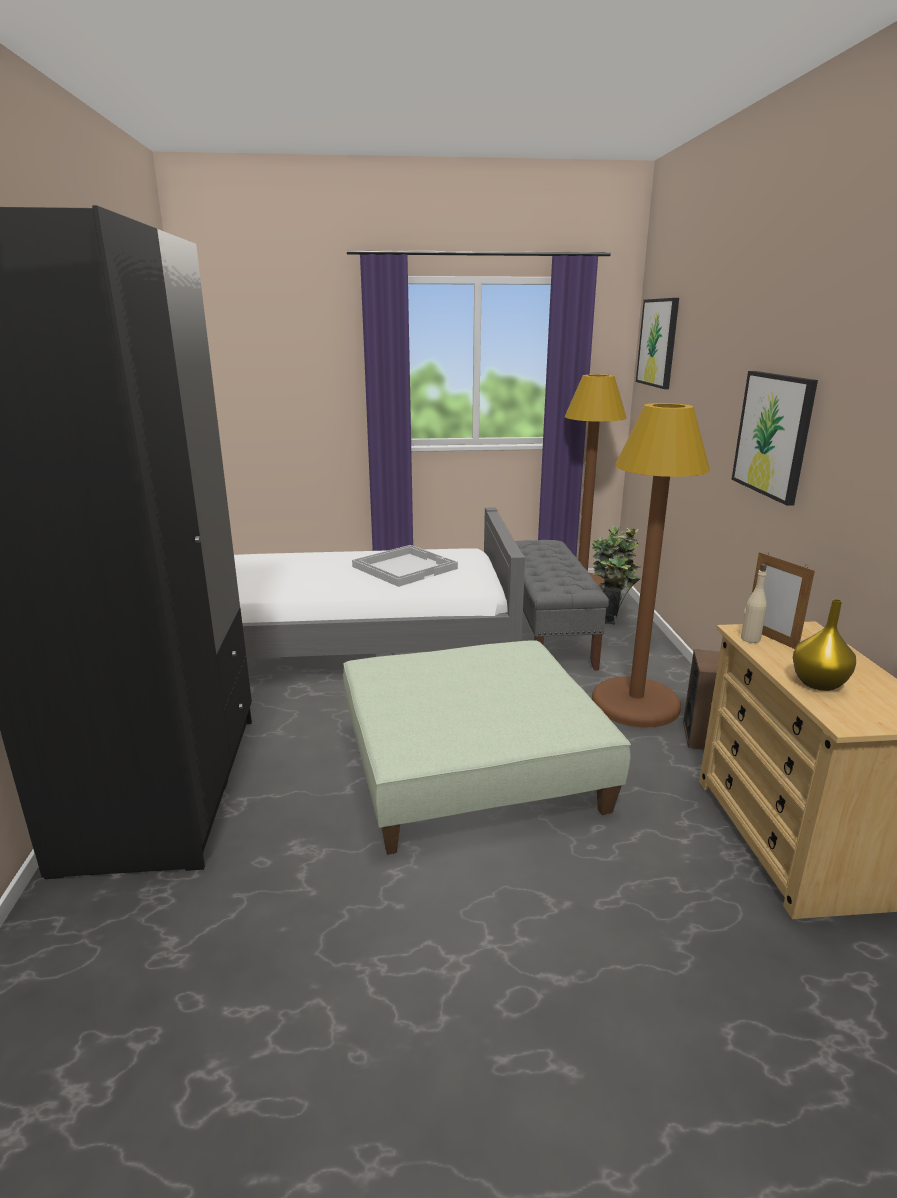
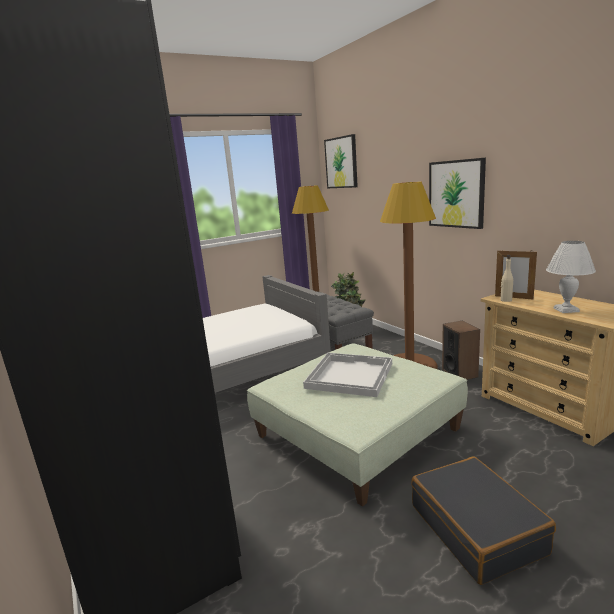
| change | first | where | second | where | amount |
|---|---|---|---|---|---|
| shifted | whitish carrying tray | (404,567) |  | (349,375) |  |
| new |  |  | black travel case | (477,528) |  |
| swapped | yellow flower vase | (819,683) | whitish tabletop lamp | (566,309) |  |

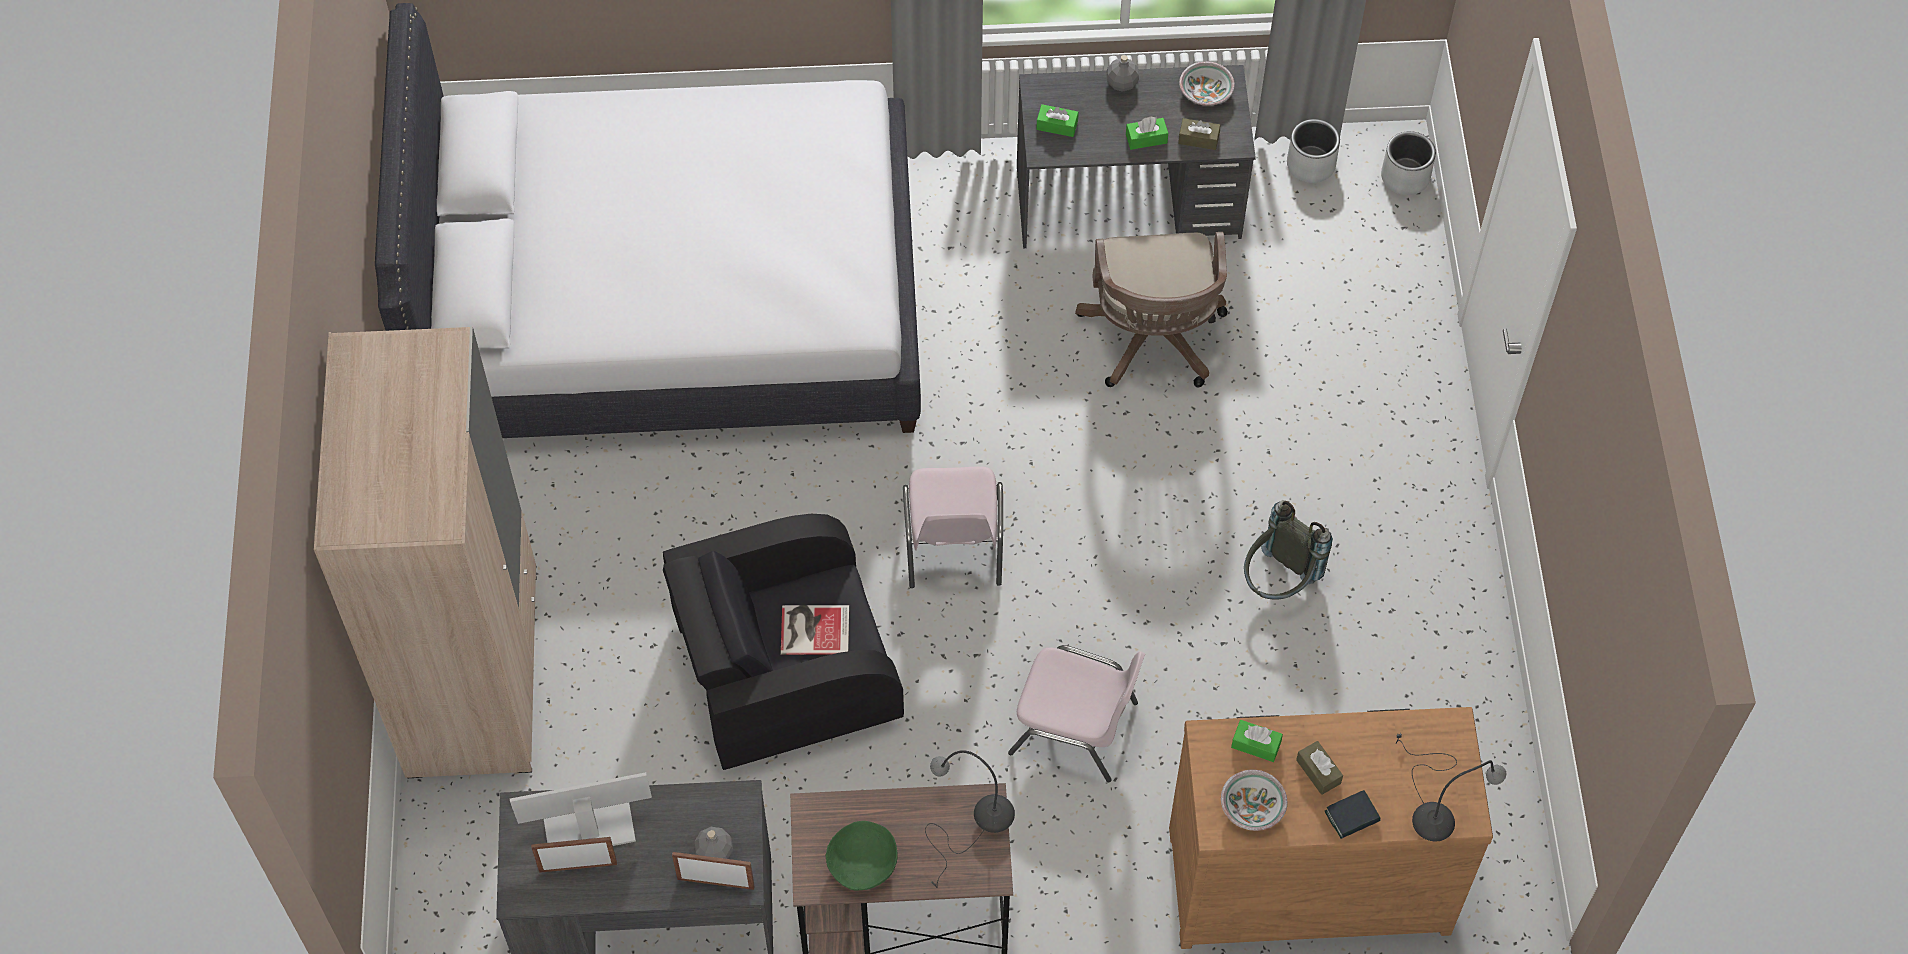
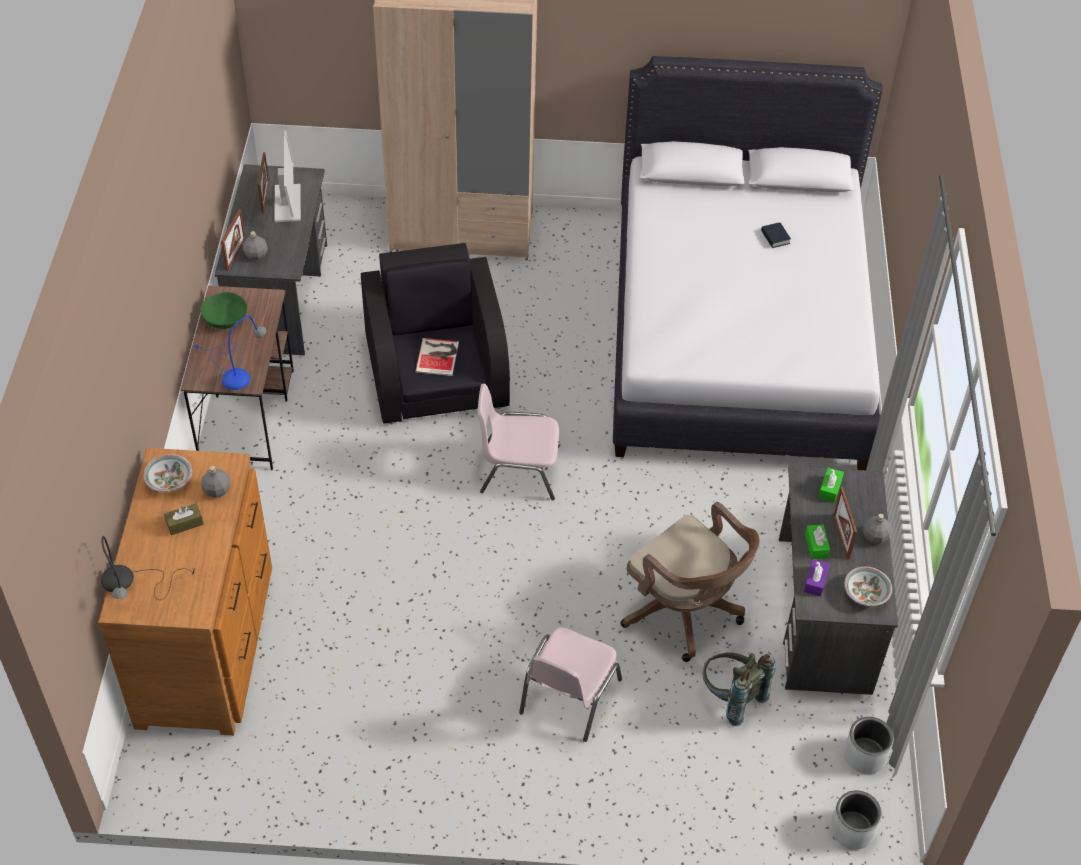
| change | first | where | second | where | amount |
|---|---|---|---|---|---|
| repainted | greyish tabletop lamp | (970,825) | bluish tabletop lamp | (236,373) |  |
| swapped | green box of tissues | (1256,745) | greyish drink bottle | (217,490) |  |
| shifted | pinkish upright chair | (1076,728) |  | (568,697) |  |
| rotated | brown-coloured computer chair | (1153,341) |  | (685,613) | 135 degrees counterclockwise |
| shifted | greyish rucksack | (1278,583) |  | (730,698) |  |
| shifted | book | (1352,817) |  | (775,238) |  |
| repainted | brown-coloured box of tissues | (1198,139) | purple box of tissues | (815,581) |  |
| new |  |  | photo frame | (841,536) |  |

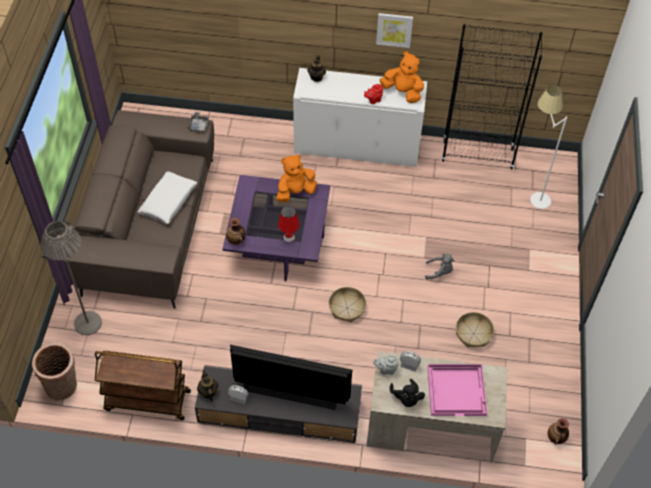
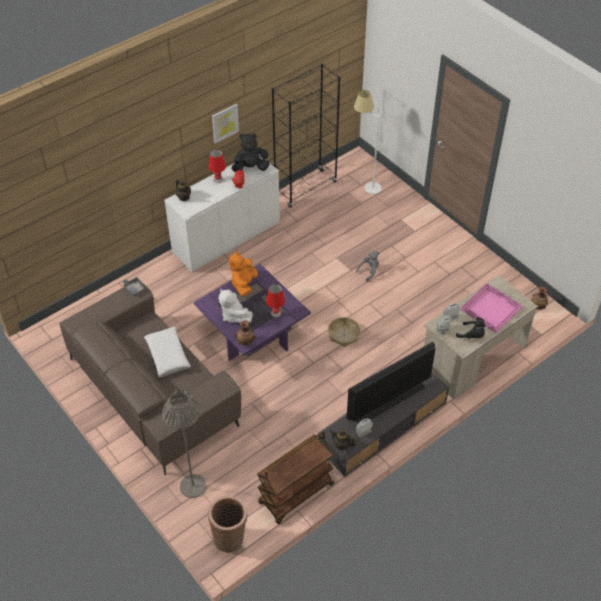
| change | first | where | second | where | amount |
|---|---|---|---|---|---|
| new |  |  | reddish tabletop lamp | (218,180) |  |
| new |  |  | whitish soft toy | (234,315) |  |
| repainted | orange-coloured soft toy | (403,92) | black soft toy | (250,168) |  |
| gone | storage basket | (473,333) |  |  |  |

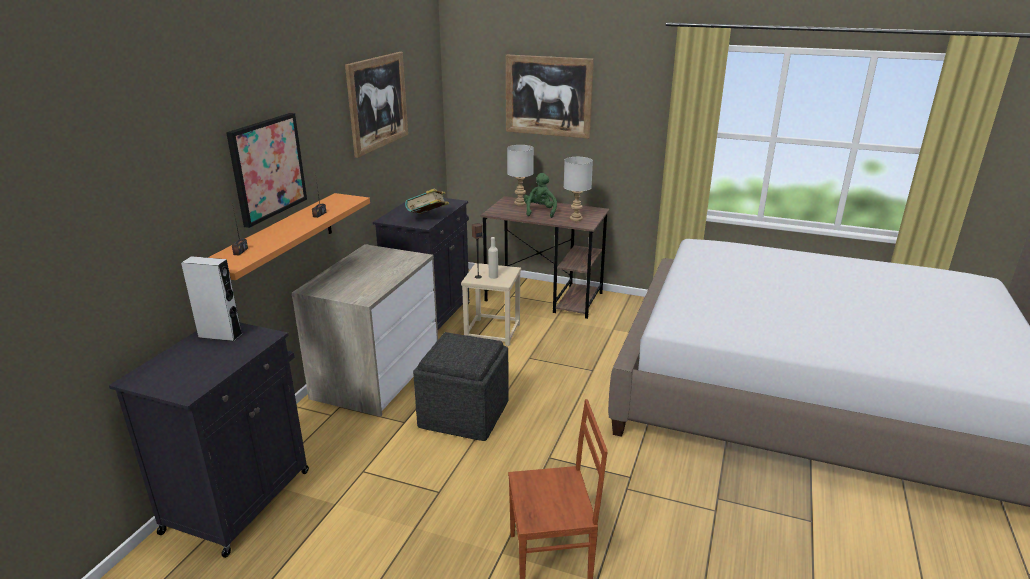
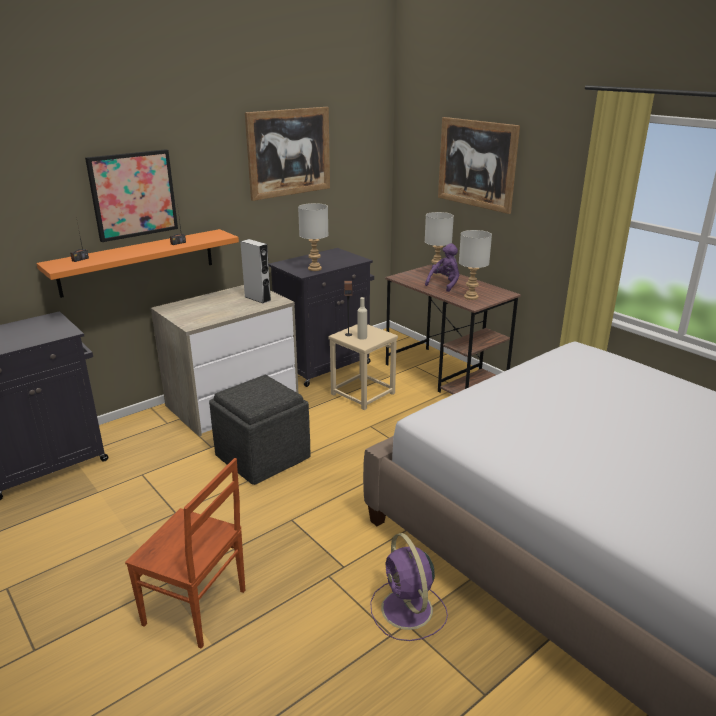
| change | first | where | second | where | amount |
|---|---|---|---|---|---|
| shifted | greyish audio speaker | (220,335) |  | (257,298) |  |
| swapped | book | (428,218) | greyish tabletop lamp | (315,269) |  |
| new |  |  | purple fan | (408,611) |  |
| repainted | green soft toy | (540,212) | purple soft toy | (444,284) |  |

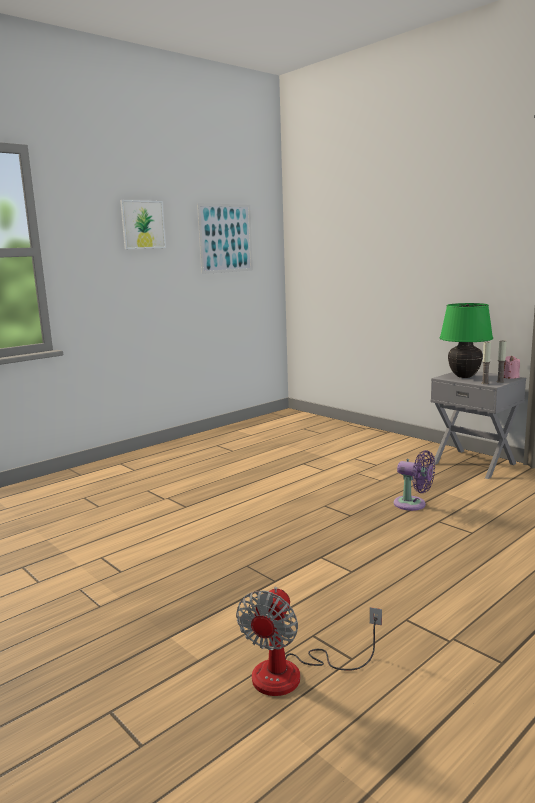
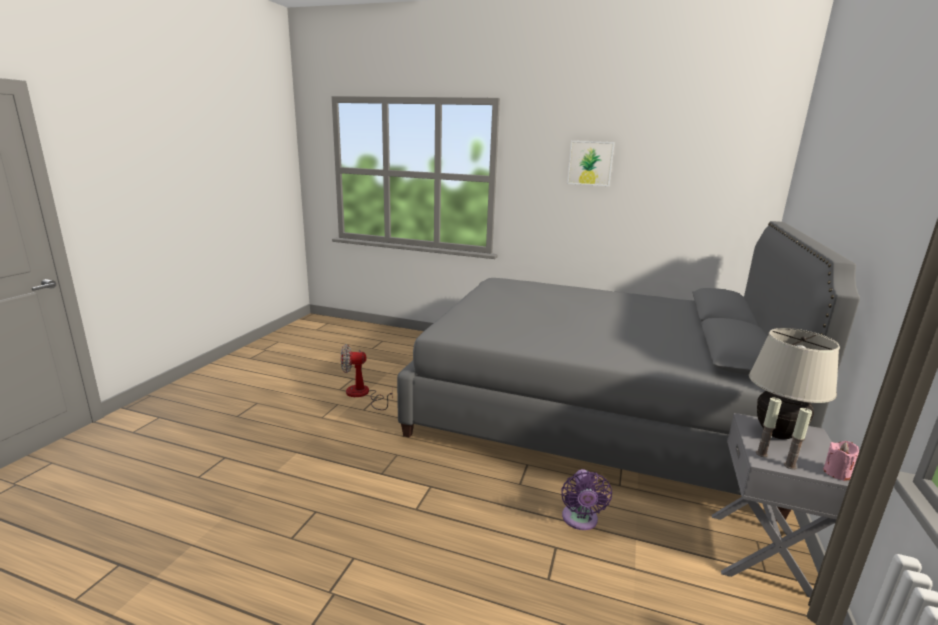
| change | first | where | second | where | amount |
|---|---|---|---|---|---|
| shifted | fan | (294,674) |  | (362,395) |  |
| new |  |  | greyish bedroom bed | (588,411) |  |
| repainted | green tabletop lamp | (464,376) | sand-coloured tabletop lamp | (777,434) |  |
| gone | wall picture | (226,238) |  |  |  |

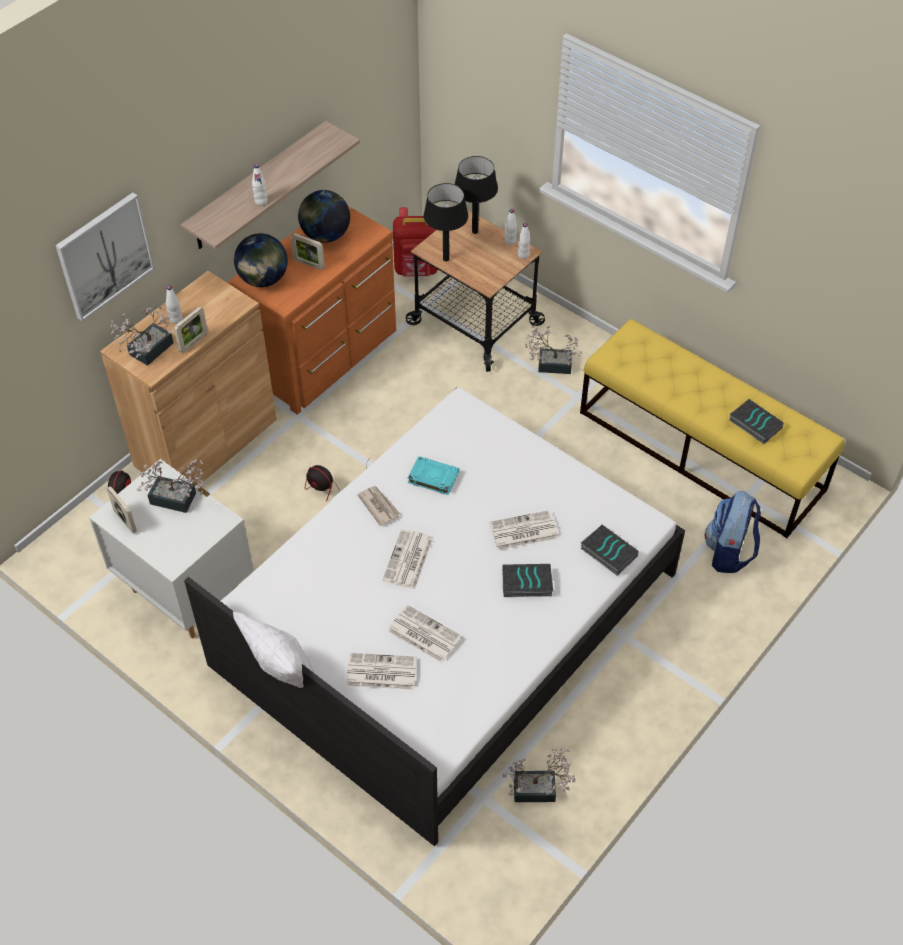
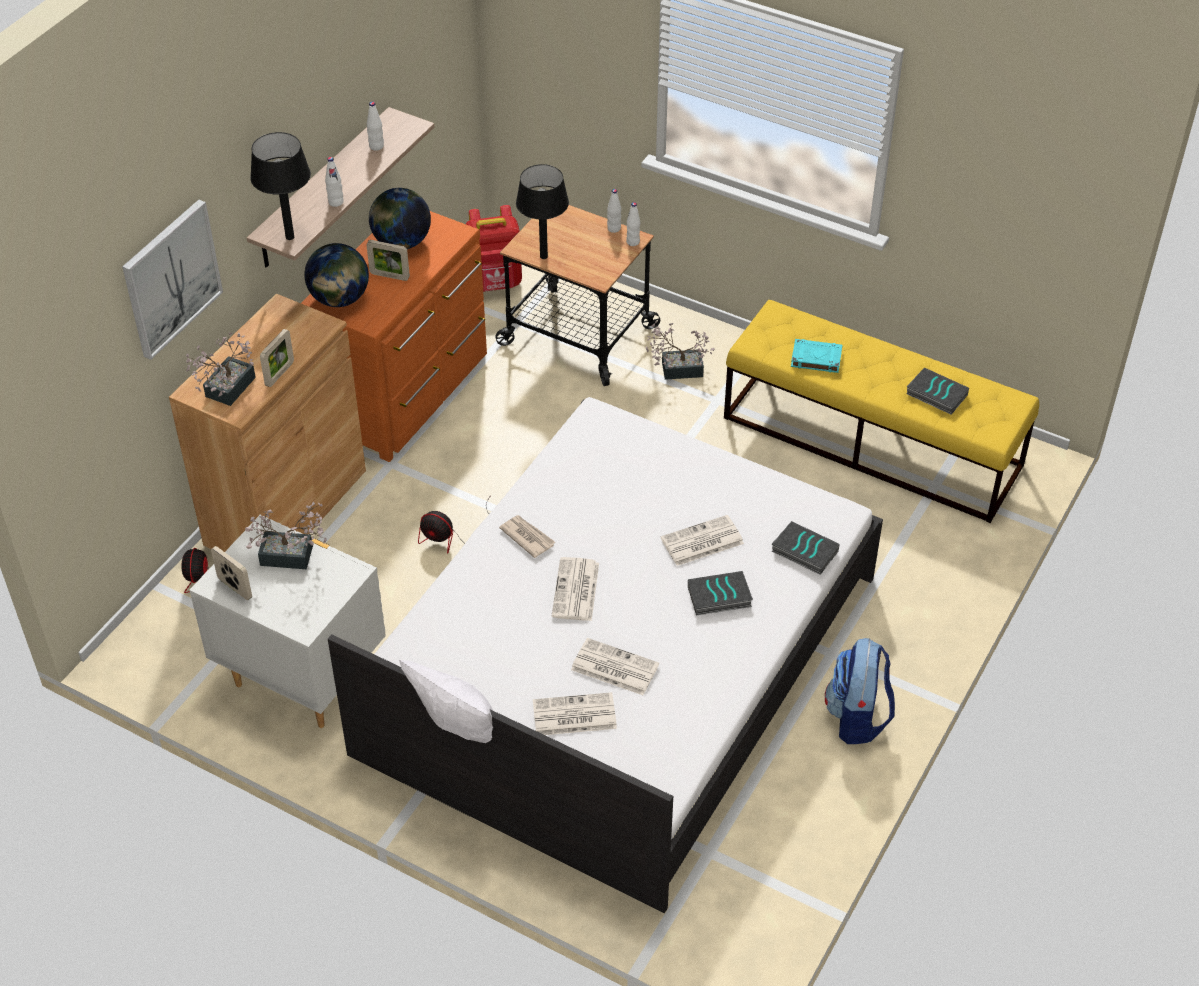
| change | first | where | second | where | amount |
|---|---|---|---|---|---|
| shifted | black tabletop lamp | (475,232) |  | (290,237) |  |
| shifted | whitish drink bottle | (176,320) |  | (376,146) |  |
| shifted | turquoise book | (432,477) |  | (815,358) |  |
| shifted | rucksack | (729,552) |  | (857,717) |  |
| gone | houseplant | (540,790) |  |  |  |

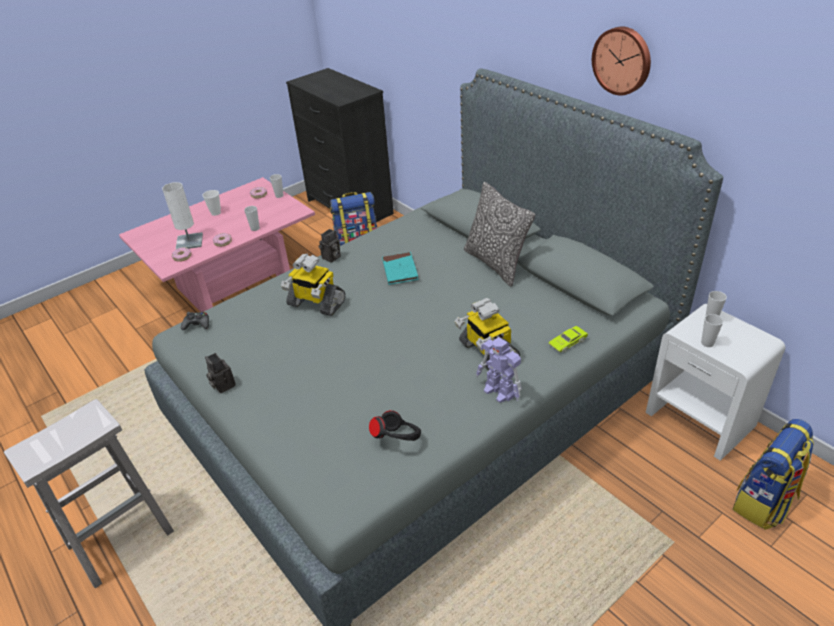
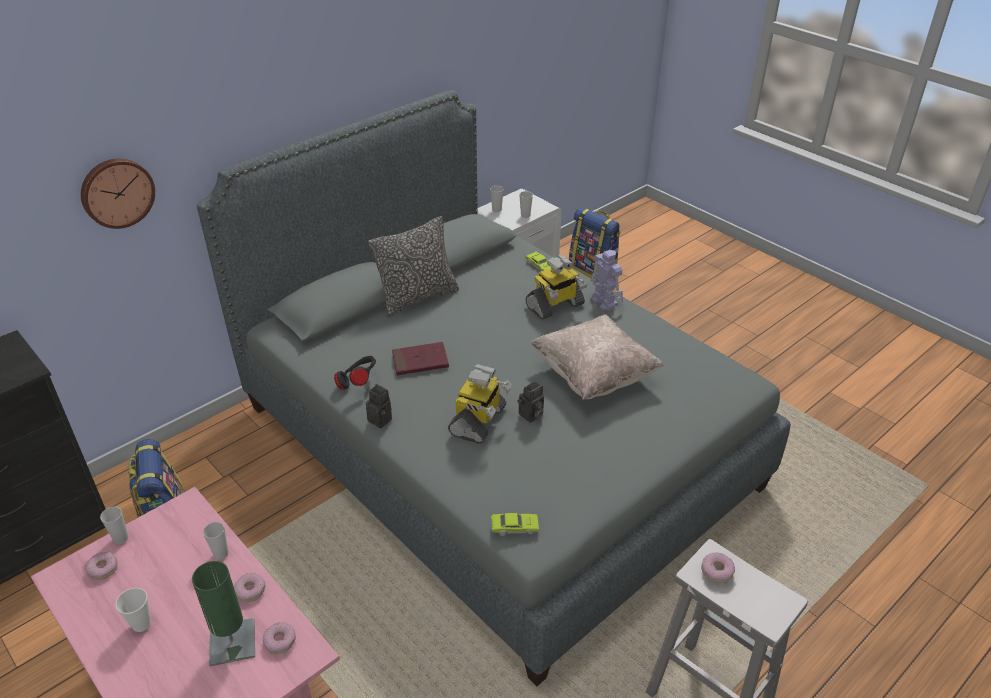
| change | first | where | second | where | amount |
|---|---|---|---|---|---|
| shifted | wall clock | (622,60) |  | (117,192) |  |
| repainted | whitish tabletop lamp | (189,242) | green tabletop lamp | (232,642) |  |
| shifted | black headset | (398,440) |  | (358,382) |  |
| repainted | turquoise book | (400,270) | reddish book | (420,361) |  |
| swapped | black joypad | (197,324) | green miniature car | (514,527) |  |
| shifted | photo camera | (222,385) |  | (531,415) |  |
| new |  |  | sand-coloured cushion | (593,376) |  |
| rotated | robot figure | (499,392) |  | (604,301) | 75 degrees counterclockwise |
| new |  |  | ring doughnut | (716,571) |  |

